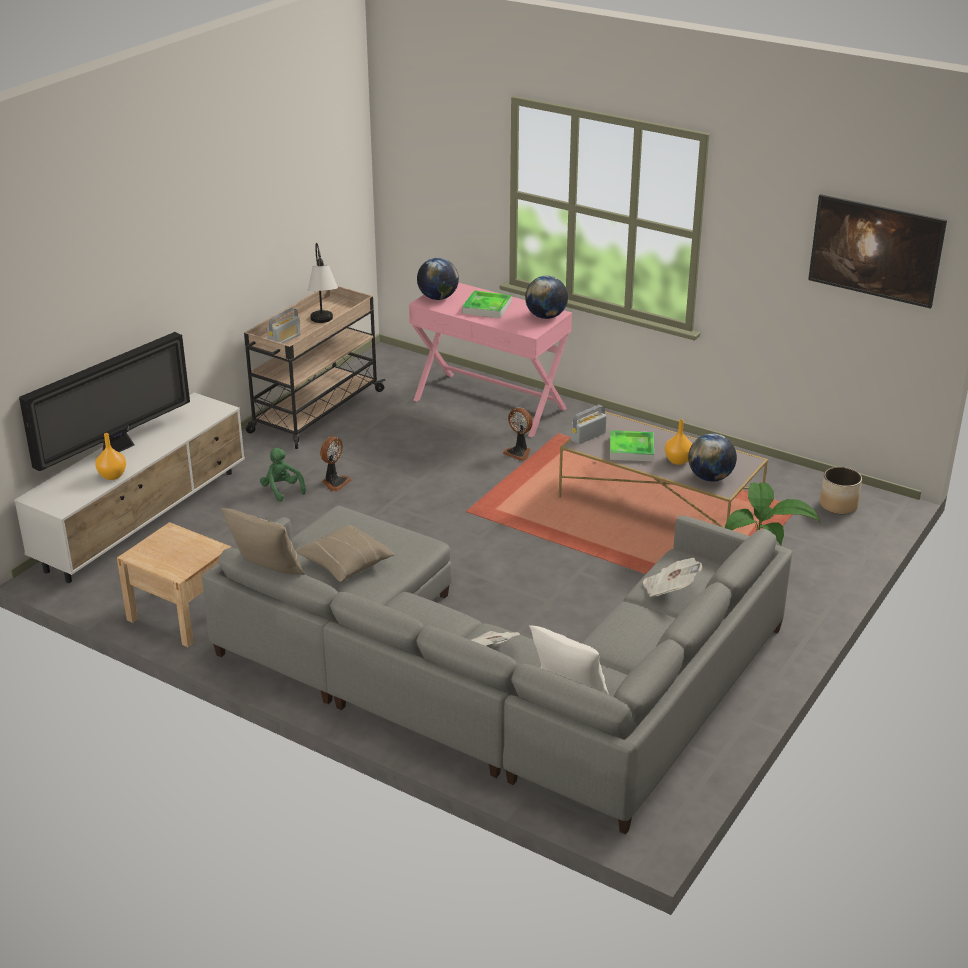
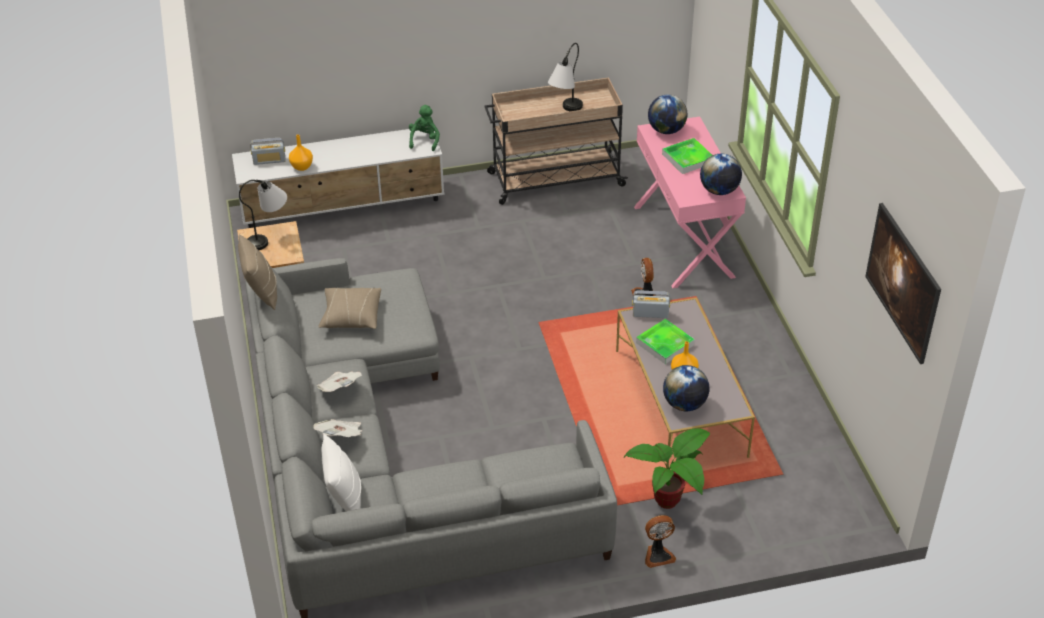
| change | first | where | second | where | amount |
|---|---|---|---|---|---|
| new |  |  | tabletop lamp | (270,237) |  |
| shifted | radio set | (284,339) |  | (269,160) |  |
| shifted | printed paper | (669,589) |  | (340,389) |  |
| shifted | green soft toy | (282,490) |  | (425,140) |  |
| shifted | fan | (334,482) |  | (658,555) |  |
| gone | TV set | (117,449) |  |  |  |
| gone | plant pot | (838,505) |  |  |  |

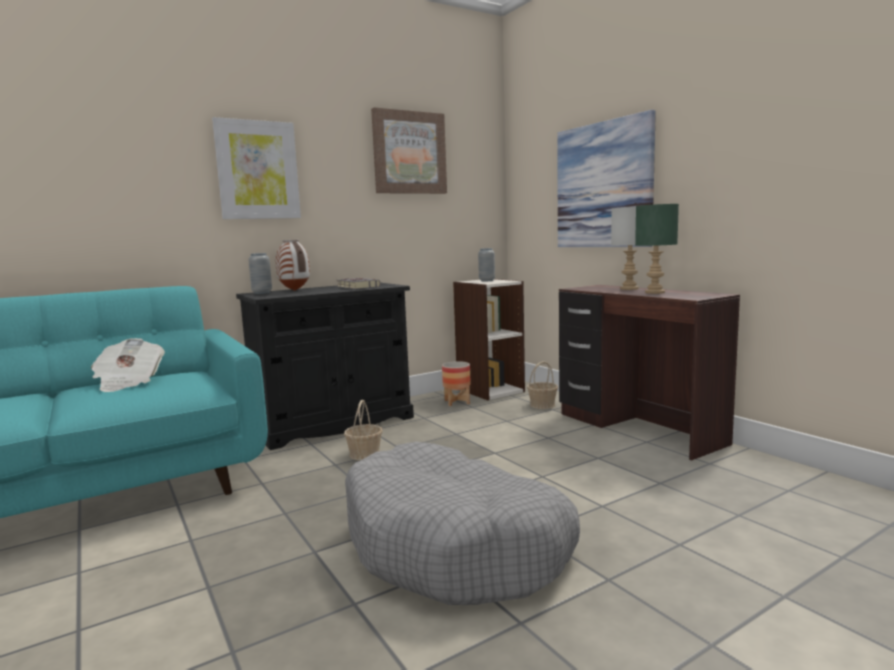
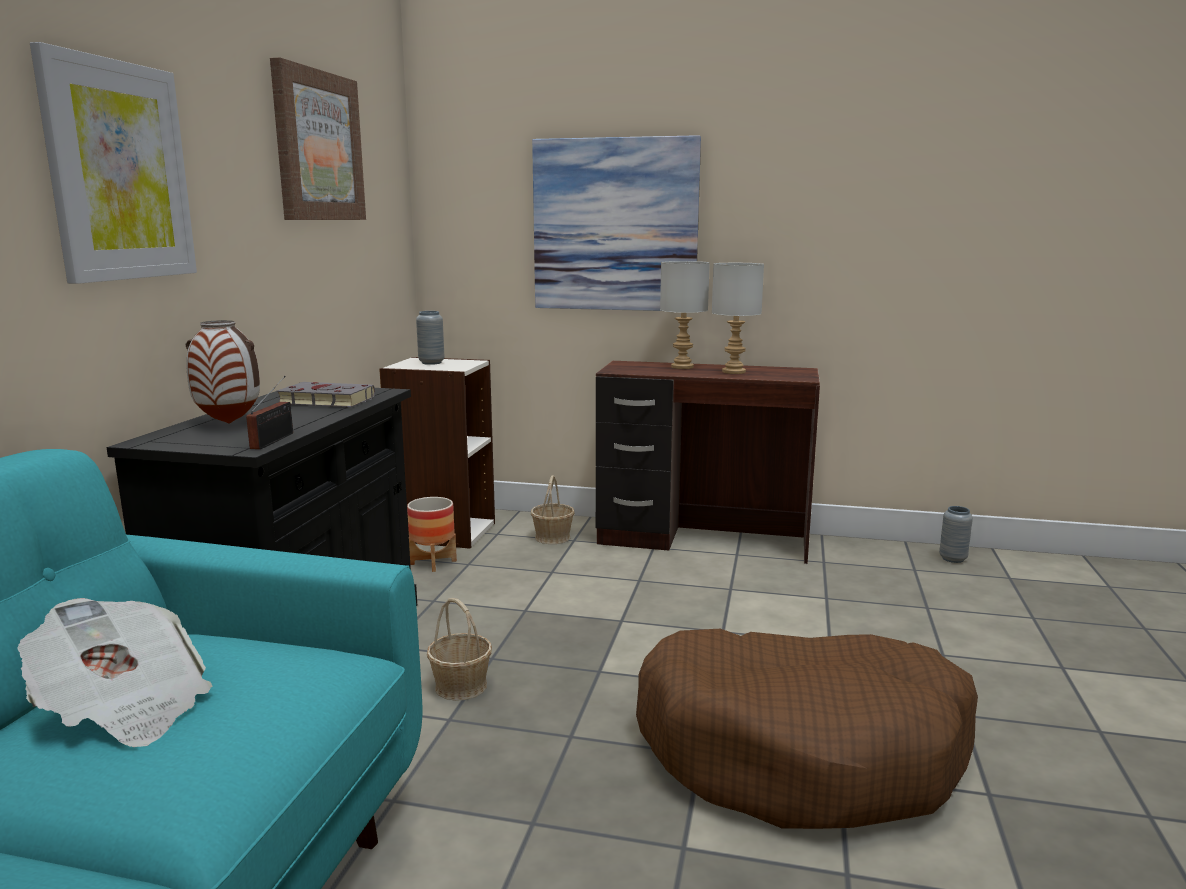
| change | first | where | second | where | amount |
|---|---|---|---|---|---|
| new |  |  | radio set | (275,440) |  |
| repainted | greyish dog bed | (455,546) | brown-coloured dog bed | (802,751) |  |
| repainted | green tabletop lamp | (654,292) | greyish tabletop lamp | (733,372) |  |
| shifted | greyish flower vase | (262,293) |  | (953,559) |  |

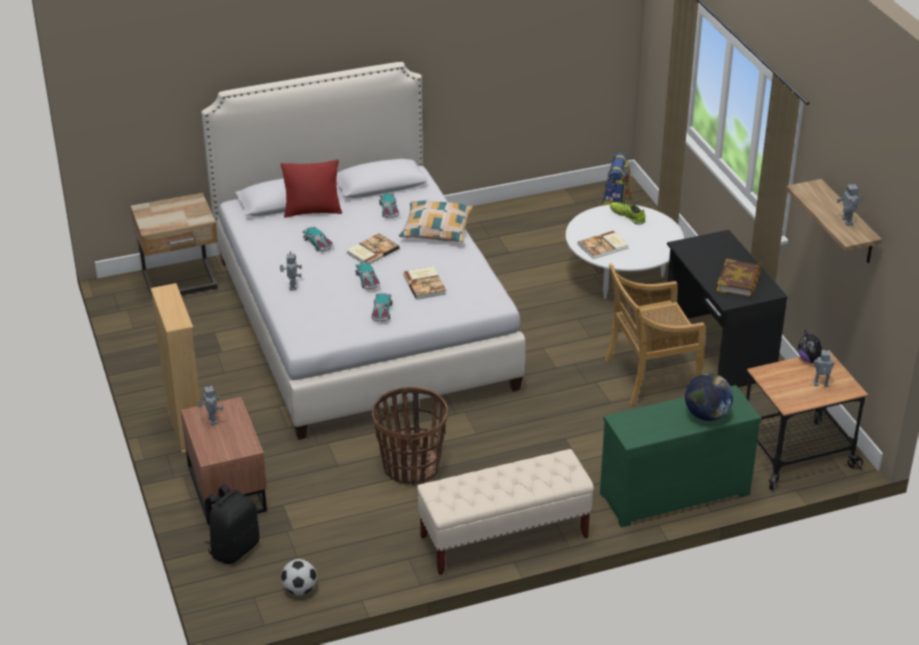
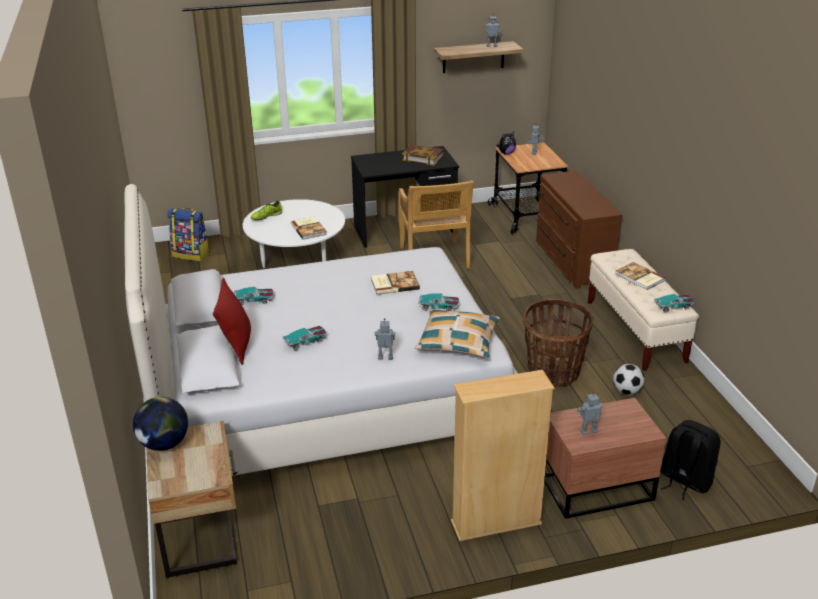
| change | first | where | second | where | amount |
|---|---|---|---|---|---|
| shifted | desk globe | (706,415) |  | (164,444) |  |
| shifted | cushion | (436,229) |  | (458,341) |  |
| repainted | green dresser | (673,491) | brown-coloured dresser | (570,261) |  |
| shifted | football | (299,590) |  | (627,391) |  |
| shifted | book | (371,251) |  | (639,278) |  |
| shifted | miniature car | (367,280) |  | (673,306) |  |

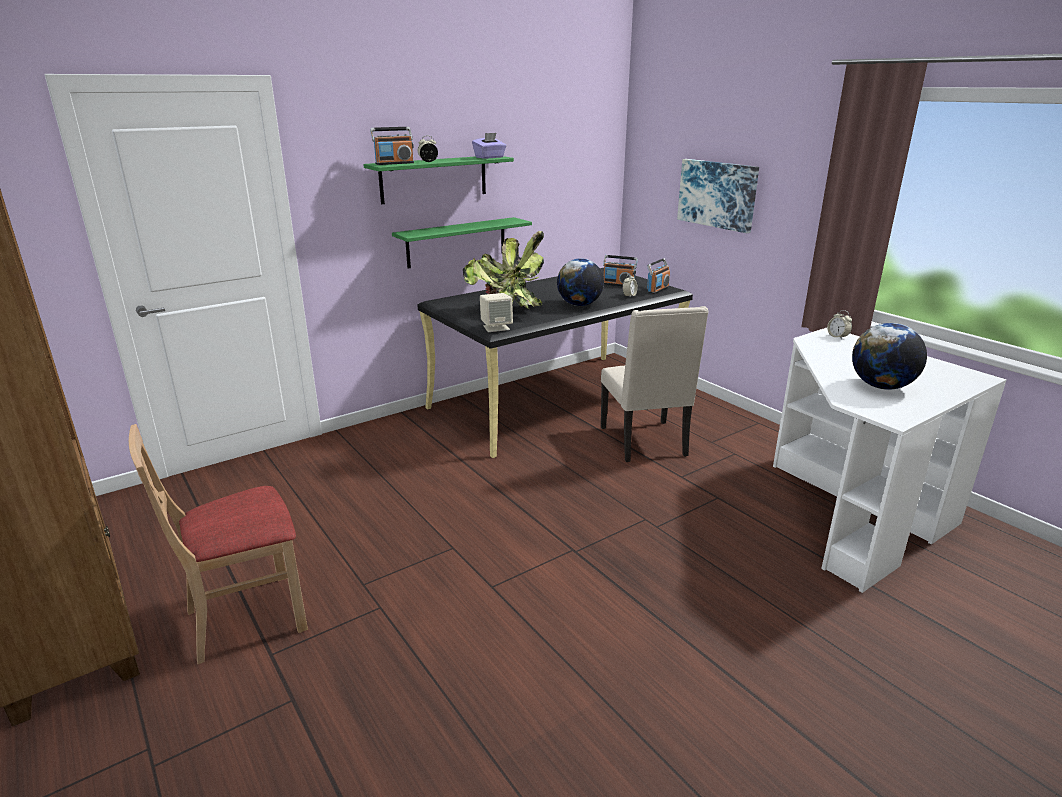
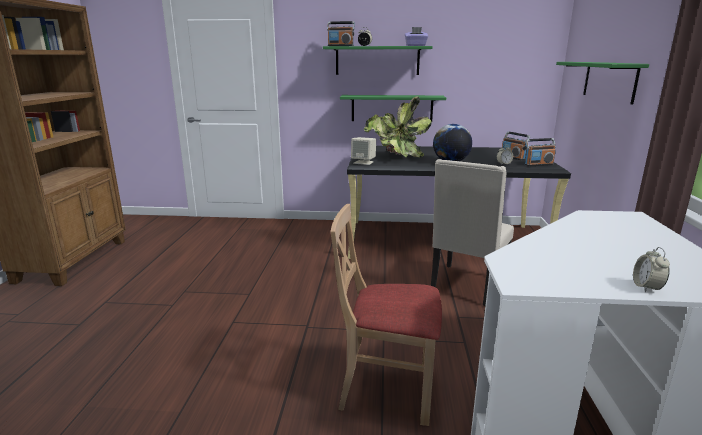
| change | first | where | second | where | amount |
|---|---|---|---|---|---|
| shifted | sand-coloured upright chair | (246,617) |  | (386,389) |  |
| swapped | wall picture | (717,194) | green wall shelf | (609,81) |  |
| shifted | bedside clock | (837,337) |  | (646,287) |  |
| gone | desk globe | (881,386) |  |  |  |

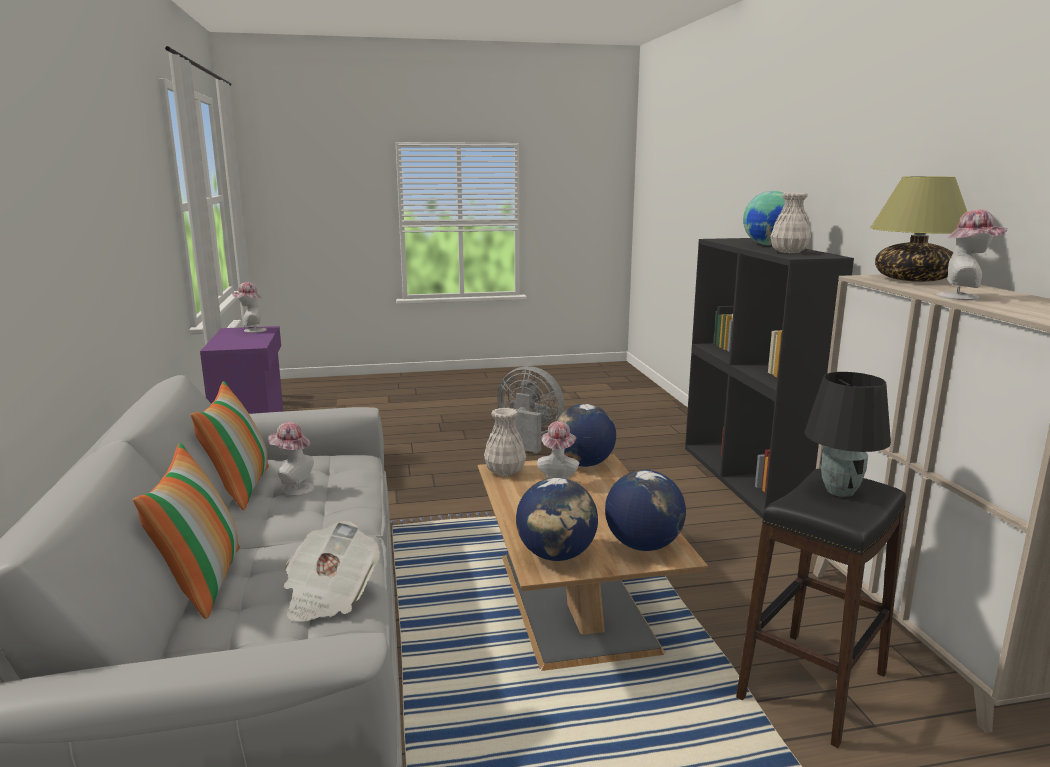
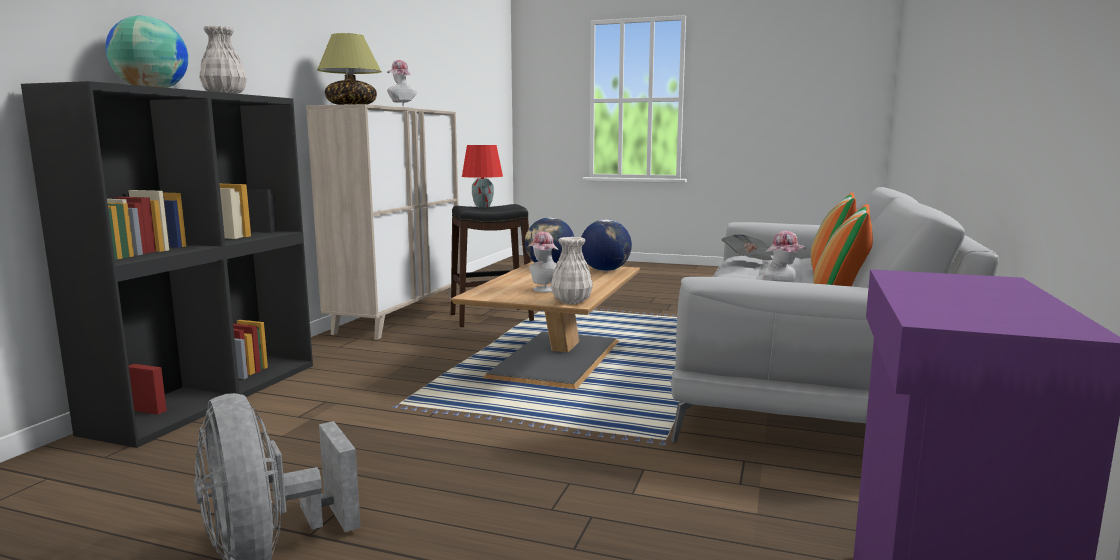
| change | first | where | second | where | amount |
|---|---|---|---|---|---|
| repainted | black tabletop lamp | (839,491) | reddish tabletop lamp | (482,206) |  |
| gone | hat | (252,330) |  |  |  |
| gone | desk globe | (583,464) |  |  |  |

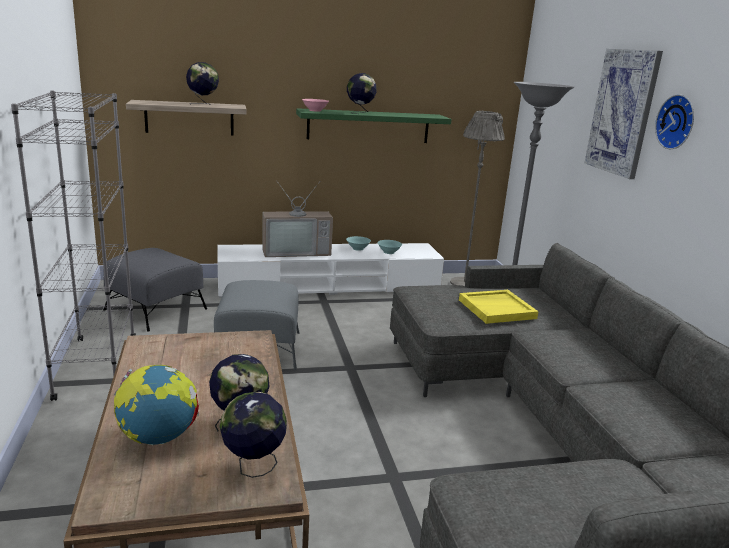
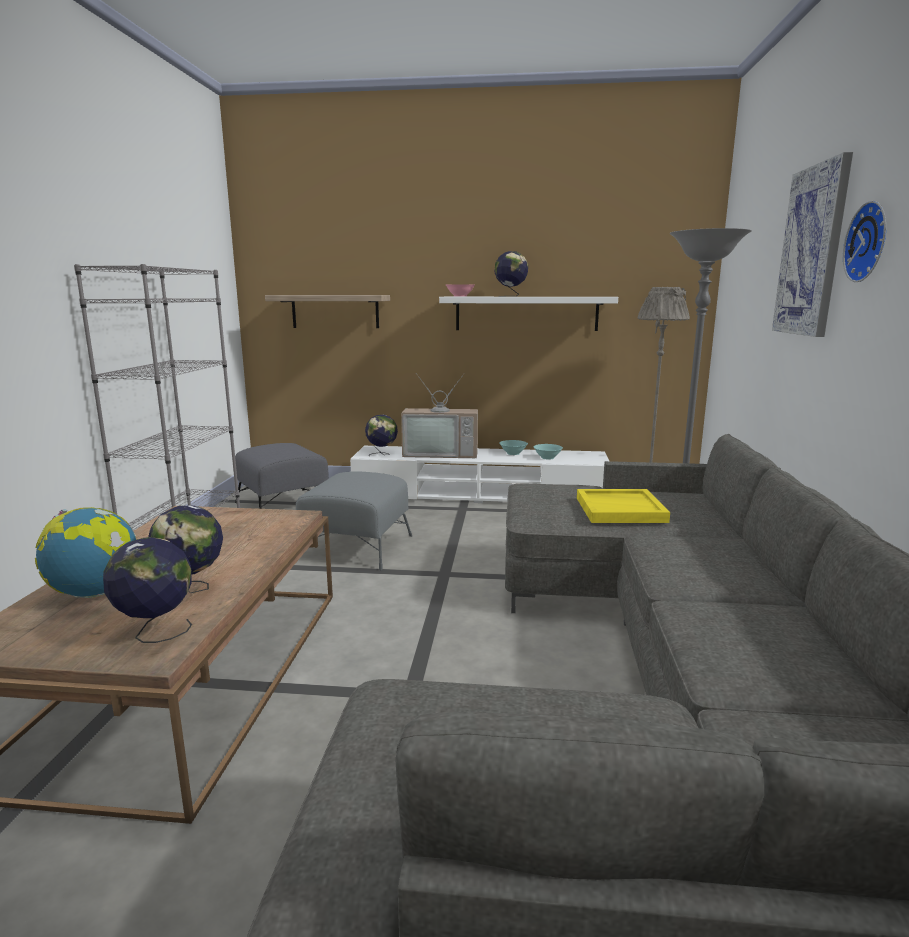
| change | first | where | second | where | amount |
|---|---|---|---|---|---|
| shifted | desk globe | (203,104) |  | (382,454) |  |
| repainted | green wall shelf | (368,126) | whitish wall shelf | (526,313) |  |

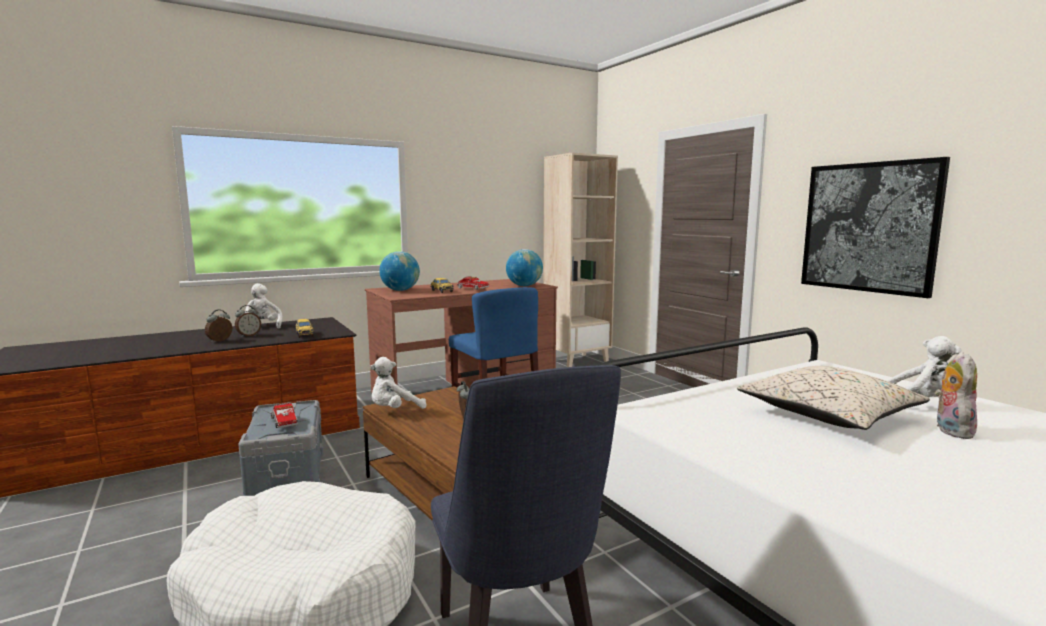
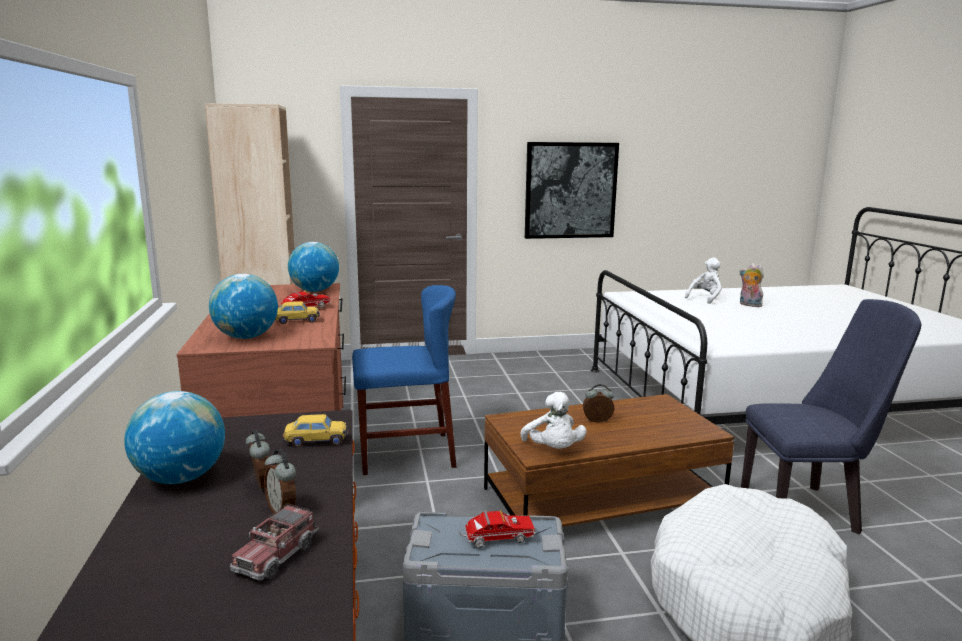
| change | first | where | second | where | amount |
|---|---|---|---|---|---|
| swapped | whitish soft toy | (261,326) | desk globe | (180,478) |  |
| new |  |  | toy truck | (276,556) |  |
| gone | sand-coloured cushion | (829,415) |  |  |  |

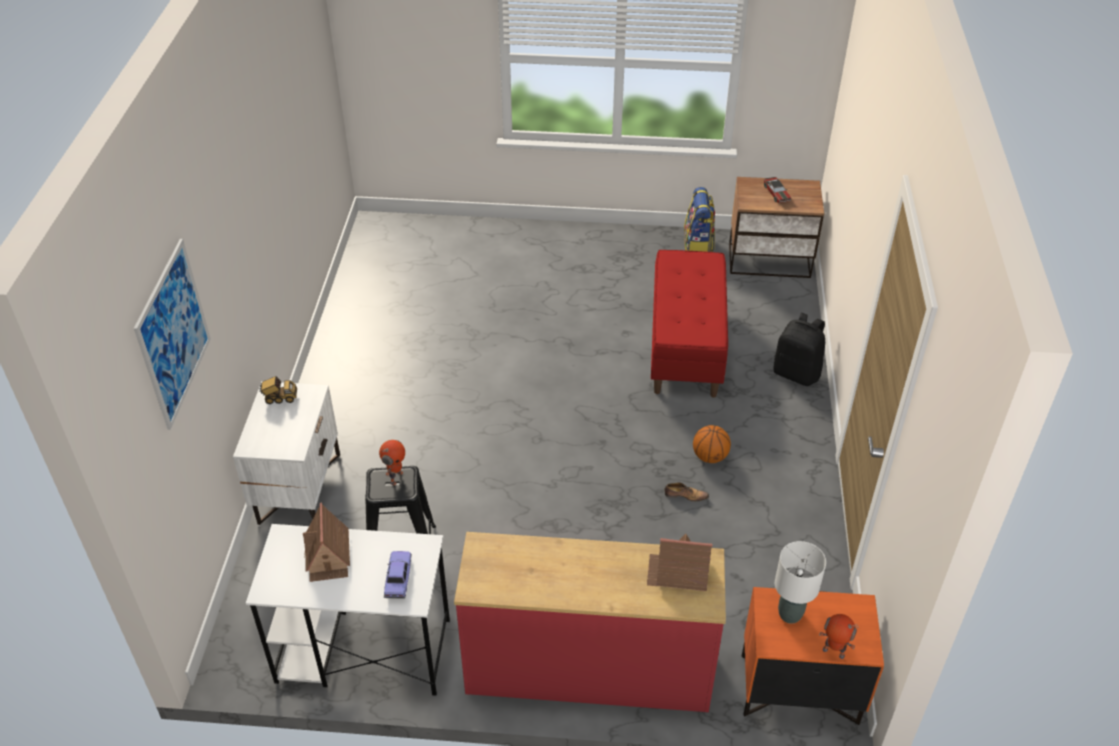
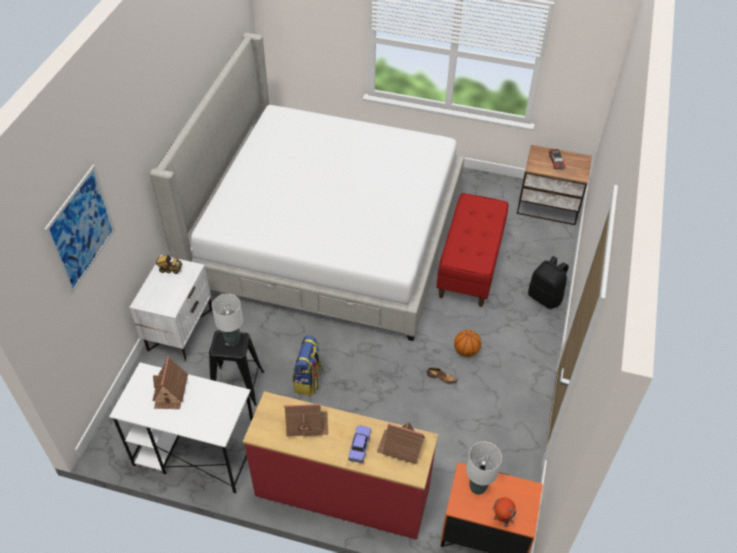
| change | first | where | second | where | amount |
|---|---|---|---|---|---|
| new |  |  | bedroom bed | (327,236) |  |
| swapped | robot figure | (395,477) | whitish tabletop lamp | (232,339) |  |
| new |  |  | model house | (306,424) |  |
| shifted | rucksack | (698,246) |  | (308,380) |  |
| shifted | miniature car | (398,578) |  | (359,446) |  |

